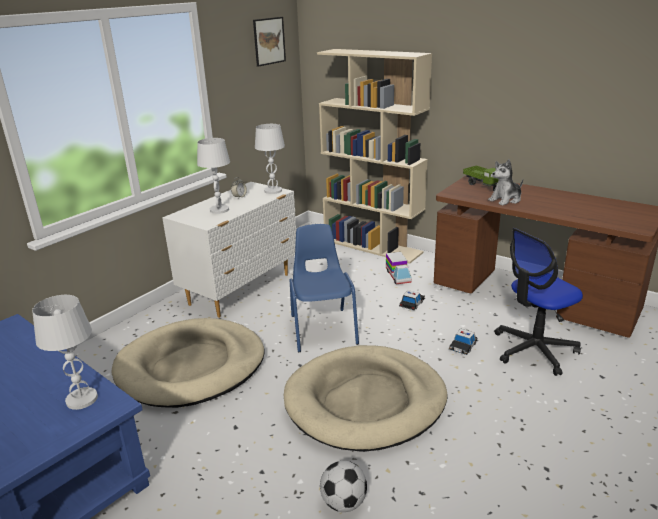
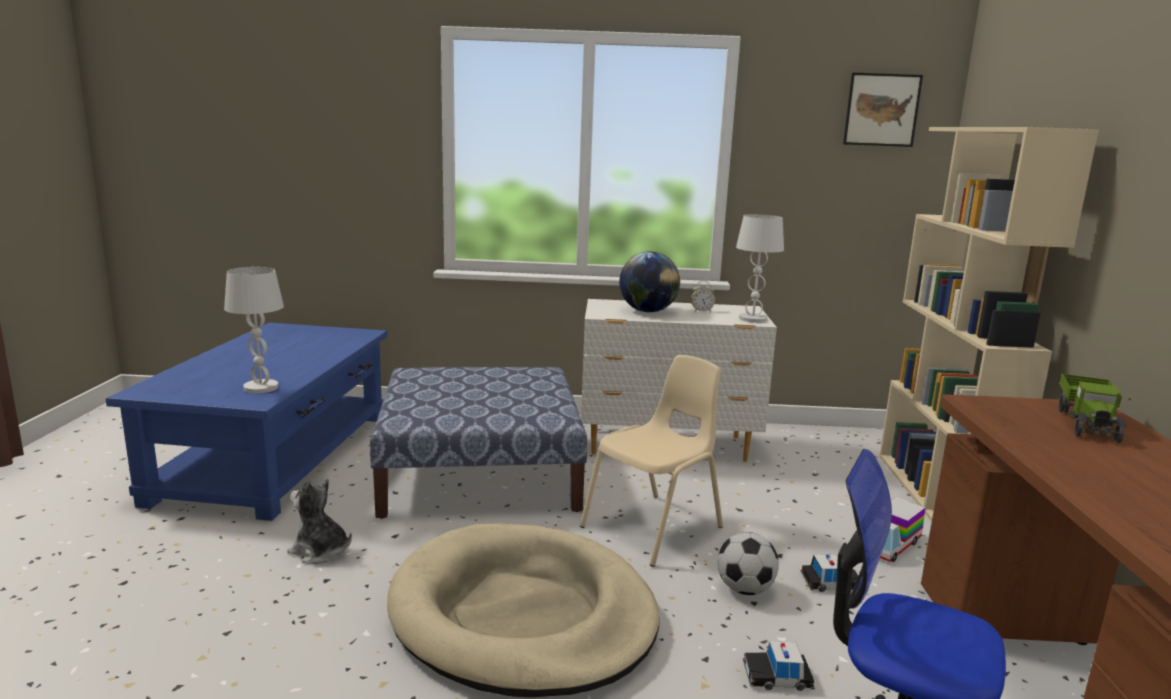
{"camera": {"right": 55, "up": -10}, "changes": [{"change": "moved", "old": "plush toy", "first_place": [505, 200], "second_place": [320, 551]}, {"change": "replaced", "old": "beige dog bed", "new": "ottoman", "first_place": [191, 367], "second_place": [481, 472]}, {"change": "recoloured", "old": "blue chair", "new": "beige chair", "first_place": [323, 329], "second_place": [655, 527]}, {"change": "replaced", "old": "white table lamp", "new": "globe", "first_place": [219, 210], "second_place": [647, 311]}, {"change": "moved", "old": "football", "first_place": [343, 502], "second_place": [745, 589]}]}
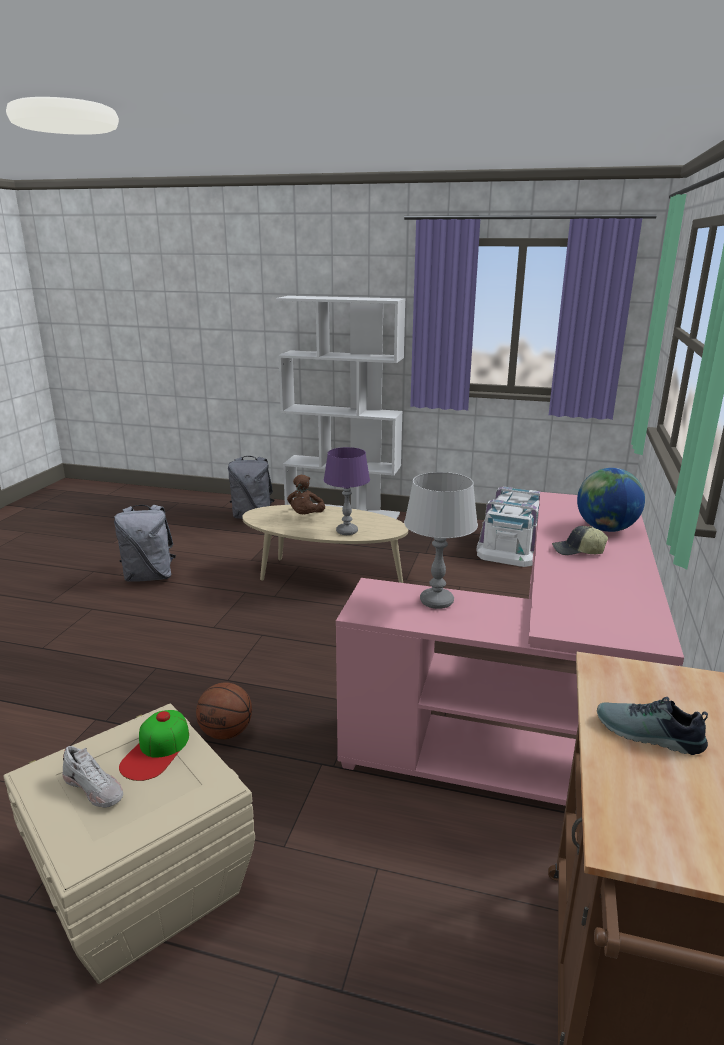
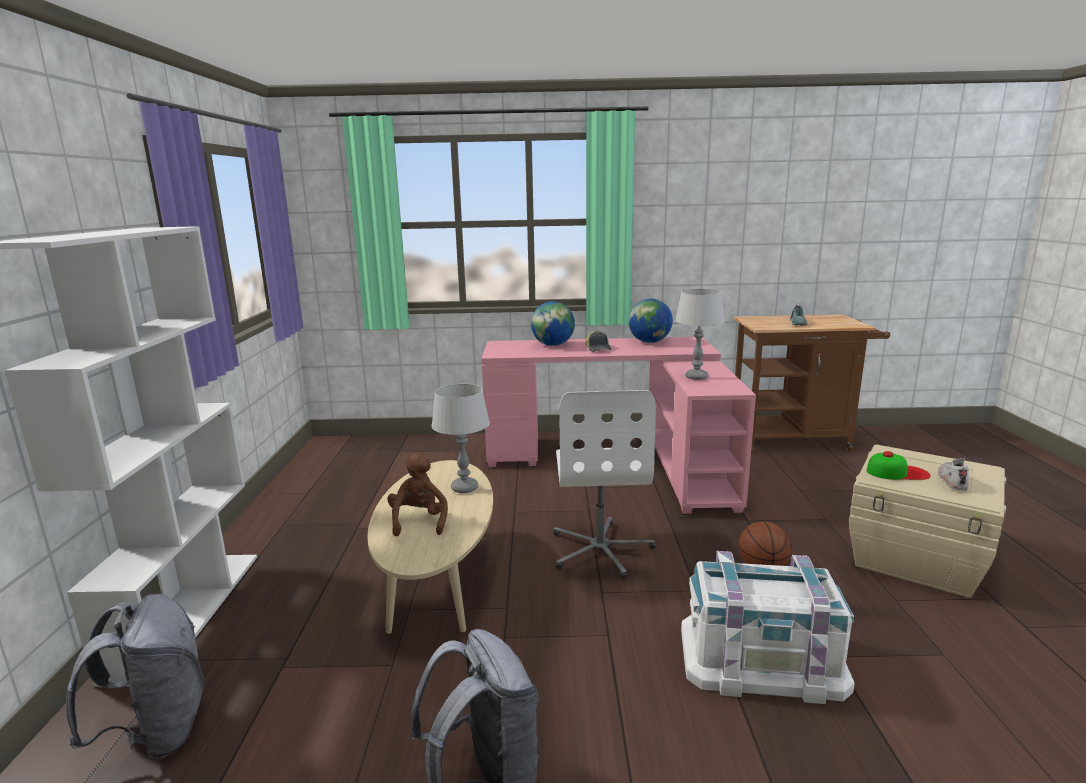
{"camera": {"right": -105, "up": -5}, "changes": [{"change": "turned", "old": "brown plush toy", "first_place": [306, 516], "second_place": [419, 521], "degrees": -90}, {"change": "recoloured", "old": "purple table lamp", "new": "grey table lamp", "first_place": [347, 531], "second_place": [464, 488]}, {"change": "added", "new": "white office chair", "second_place": [600, 549]}, {"change": "added", "new": "globe", "second_place": [649, 342]}, {"change": "moved", "old": "white storage box", "first_place": [512, 546], "second_place": [761, 658]}]}
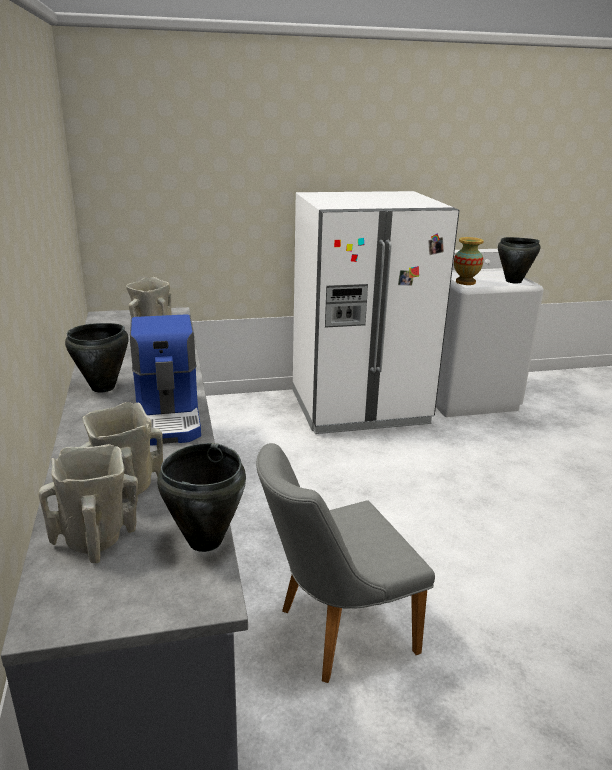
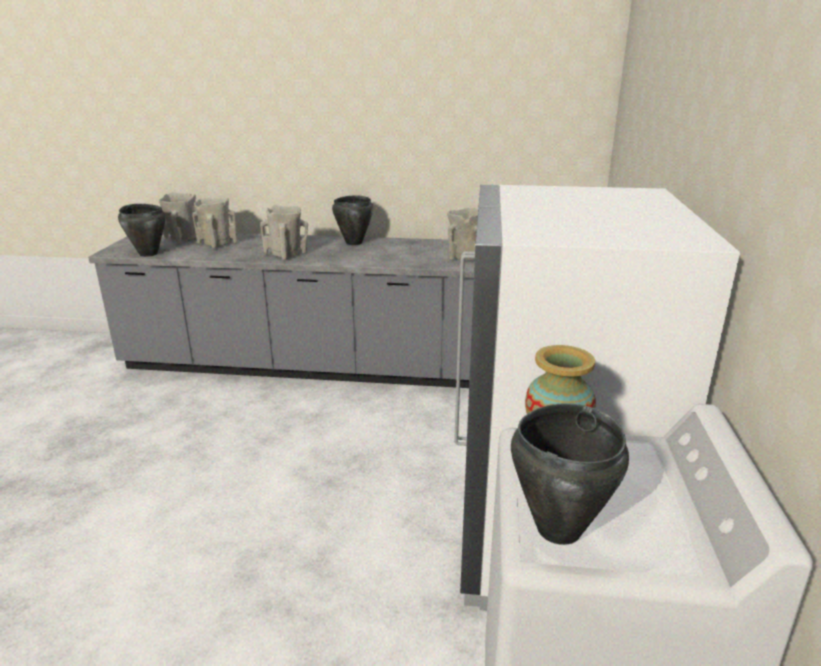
{"camera": {"right": 110, "up": 0}, "changes": [{"change": "replaced", "old": "coffee machine", "new": "beige vase", "first_place": [169, 417], "second_place": [287, 254]}, {"change": "removed", "old": "grey chair", "first_place": [334, 632]}]}
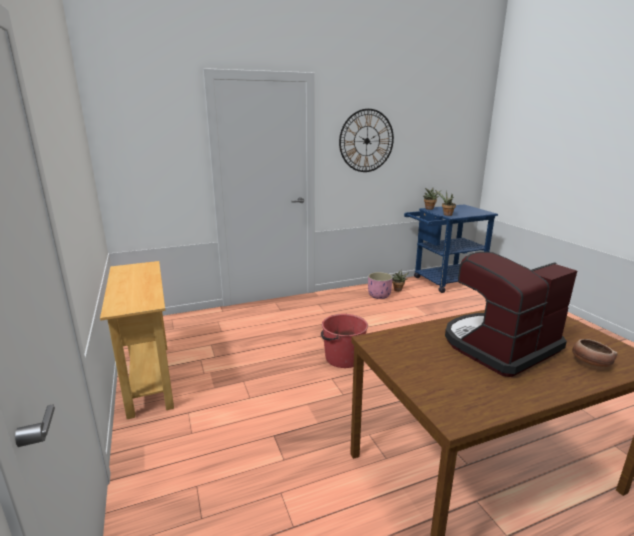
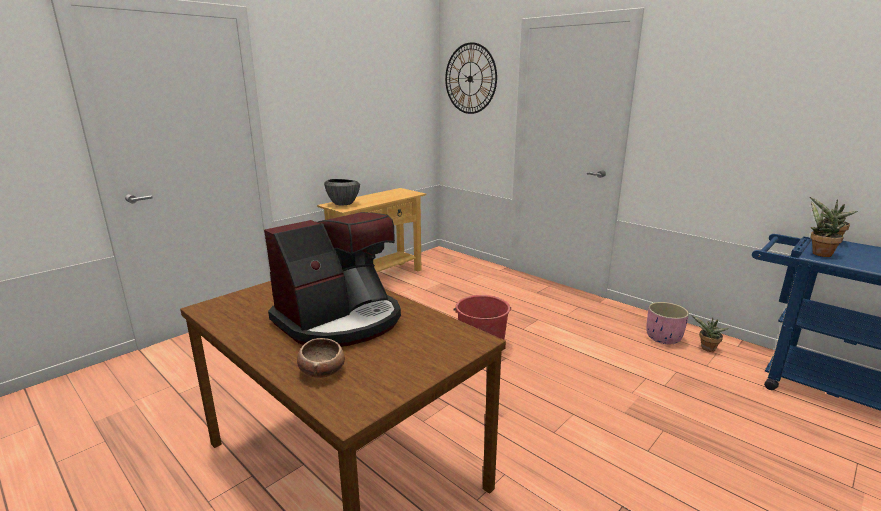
{"camera": {"right": 65, "up": 0}, "changes": [{"change": "turned", "old": "coffee machine", "first_place": [499, 346], "second_place": [340, 320], "degrees": 105}, {"change": "added", "new": "bowl", "second_place": [343, 204]}, {"change": "moved", "old": "wall clock", "first_place": [366, 141], "second_place": [470, 78]}]}
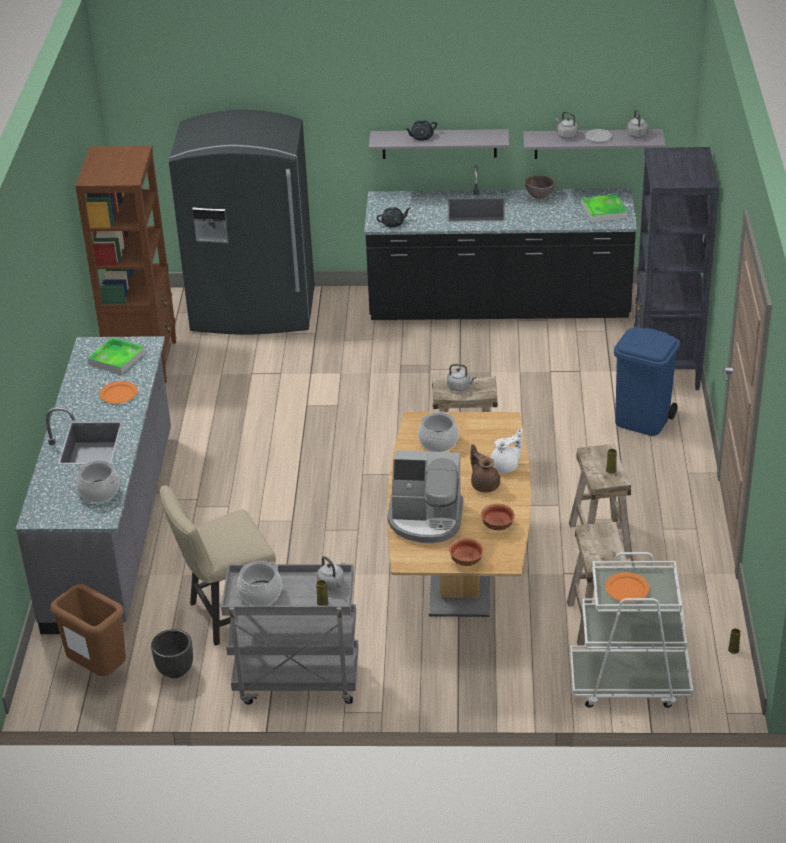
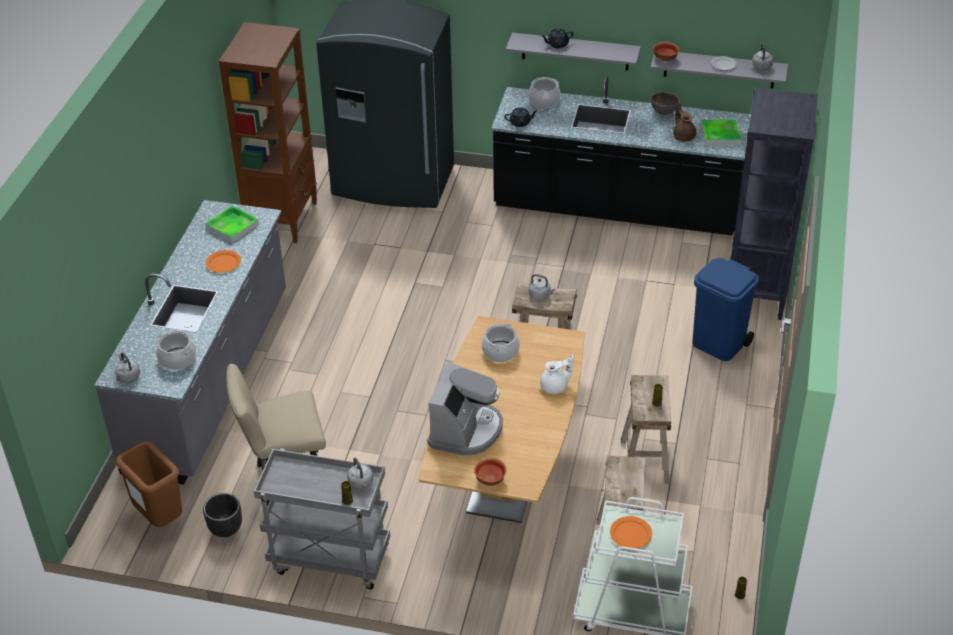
{"camera": {"right": 10, "up": 5}, "changes": [{"change": "moved", "old": "grey kettle", "first_place": [566, 135], "second_place": [128, 376]}, {"change": "turned", "old": "coffee machine", "first_place": [426, 520], "second_place": [466, 430], "degrees": -90}, {"change": "moved", "old": "cooking pot", "first_place": [260, 594], "second_place": [544, 101]}, {"change": "moved", "old": "bowl", "first_place": [498, 526], "second_place": [665, 59]}, {"change": "moved", "old": "brown teapot", "first_place": [484, 484], "second_place": [683, 136]}]}
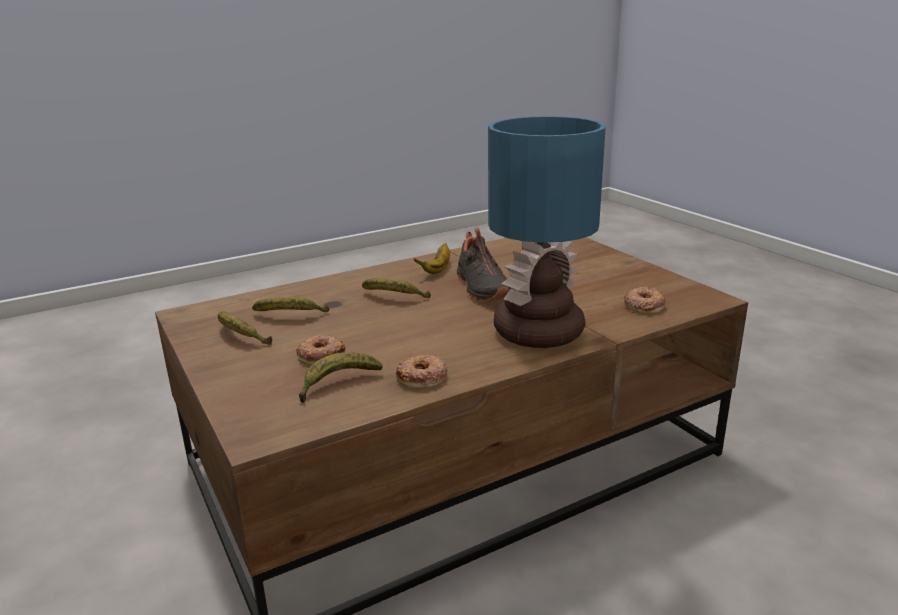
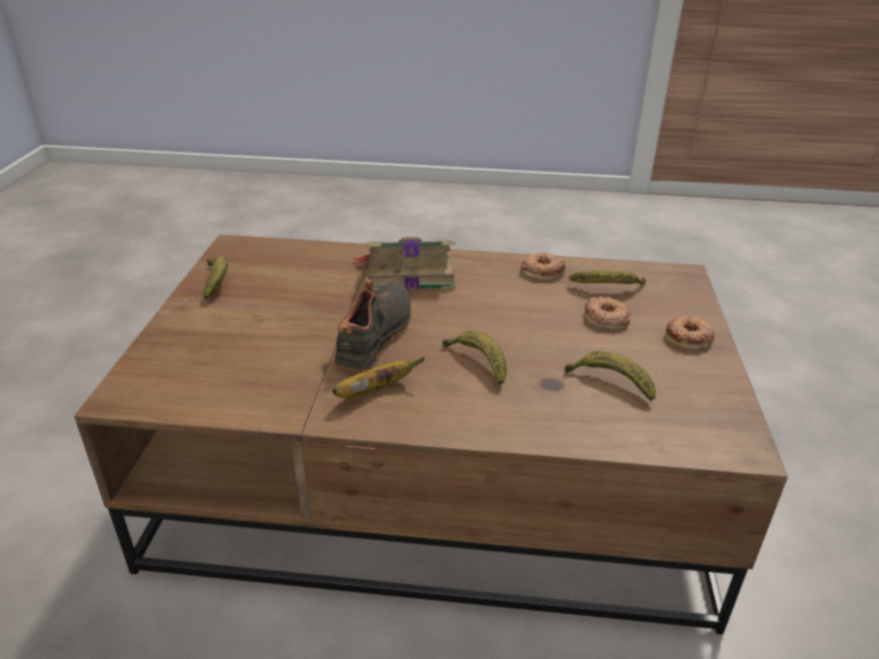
{"camera": {"right": -145, "up": 10}, "changes": [{"change": "moved", "old": "banana", "first_place": [240, 336], "second_place": [217, 282]}, {"change": "replaced", "old": "table lamp", "new": "book", "first_place": [539, 330], "second_place": [408, 272]}, {"change": "moved", "old": "donut", "first_place": [643, 305], "second_place": [689, 337]}]}
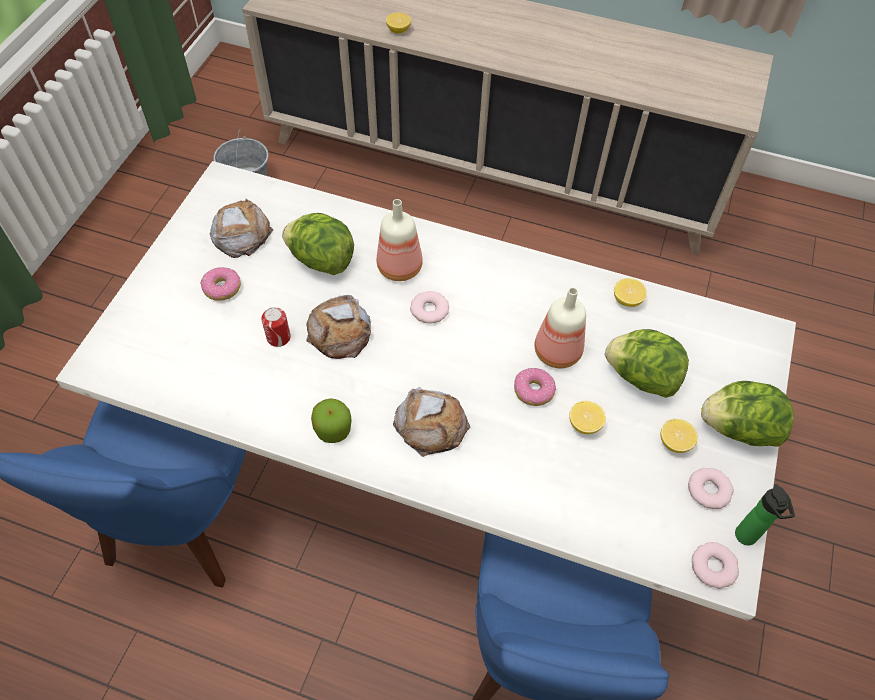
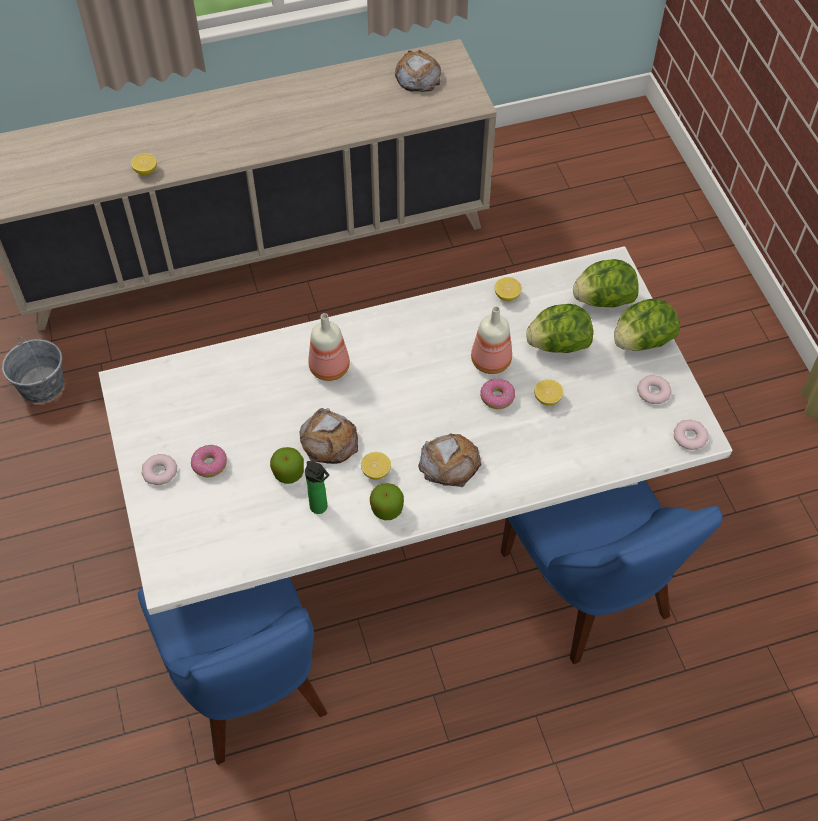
{"camera": {"right": -35, "up": 0}, "changes": [{"change": "moved", "old": "donut", "first_place": [429, 310], "second_place": [160, 472]}, {"change": "replaced", "old": "can", "new": "apple", "first_place": [278, 337], "second_place": [288, 472]}, {"change": "moved", "old": "bottle", "first_place": [747, 538], "second_place": [320, 508]}, {"change": "moved", "old": "lemon", "first_place": [674, 442], "second_place": [376, 472]}, {"change": "moved", "old": "bread", "first_place": [241, 233], "second_place": [417, 76]}, {"change": "moved", "old": "lettuce", "first_place": [321, 260], "second_place": [603, 300]}]}
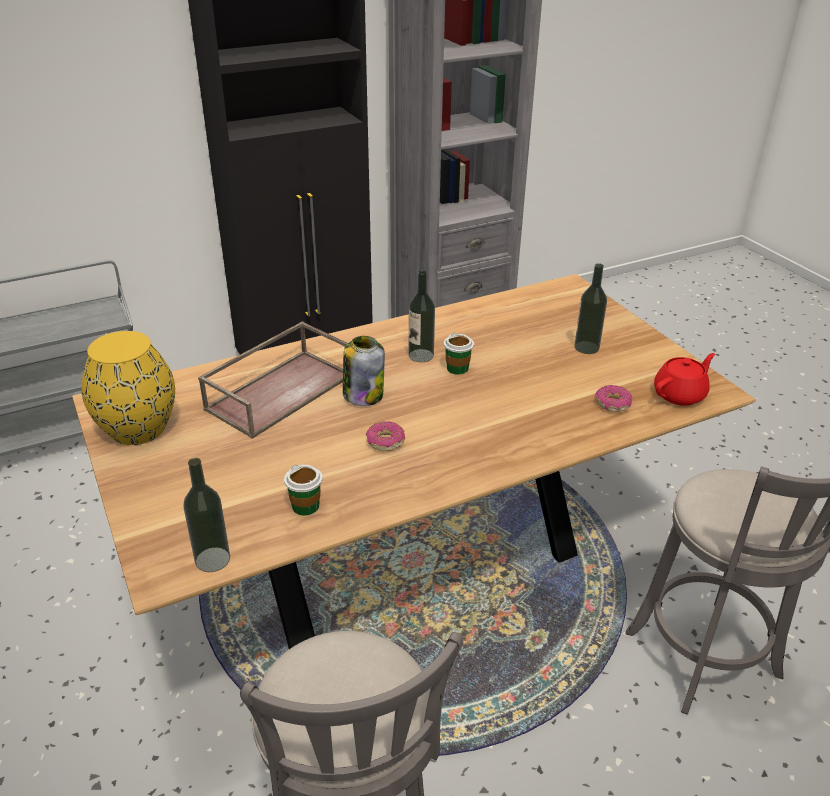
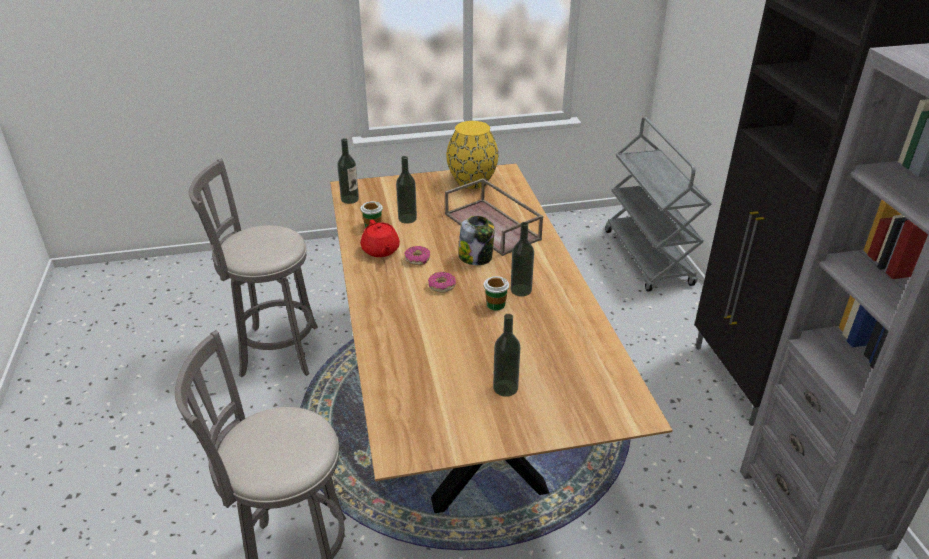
{"camera": {"right": 105, "up": 0}, "changes": [{"change": "moved", "old": "red teapot", "first_place": [680, 394], "second_place": [380, 250]}, {"change": "added", "new": "bottle", "second_place": [407, 218]}, {"change": "moved", "old": "donut", "first_place": [612, 404], "second_place": [441, 286]}]}
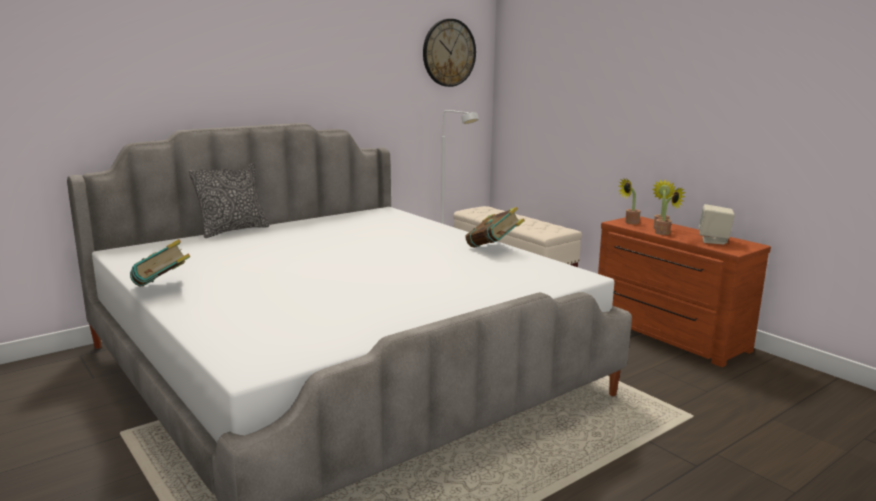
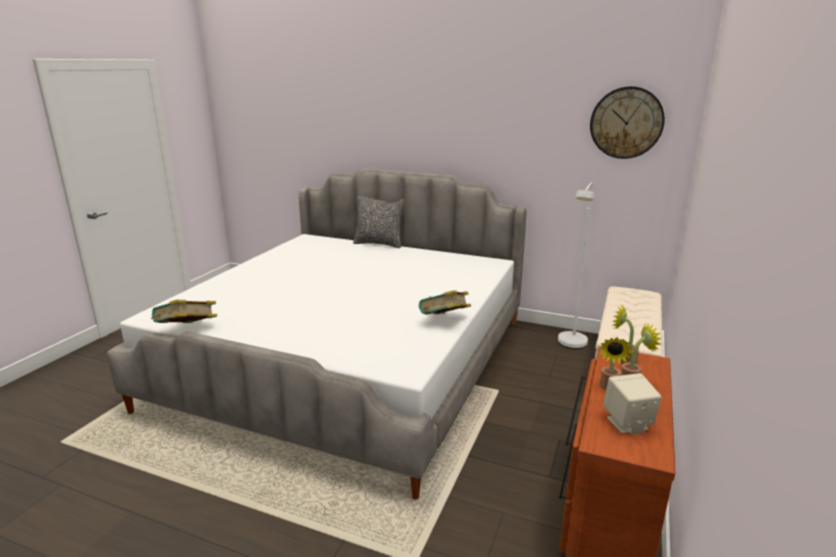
{"camera": {"right": 60, "up": 5}, "changes": [{"change": "moved", "old": "book", "first_place": [162, 288], "second_place": [187, 330]}]}
